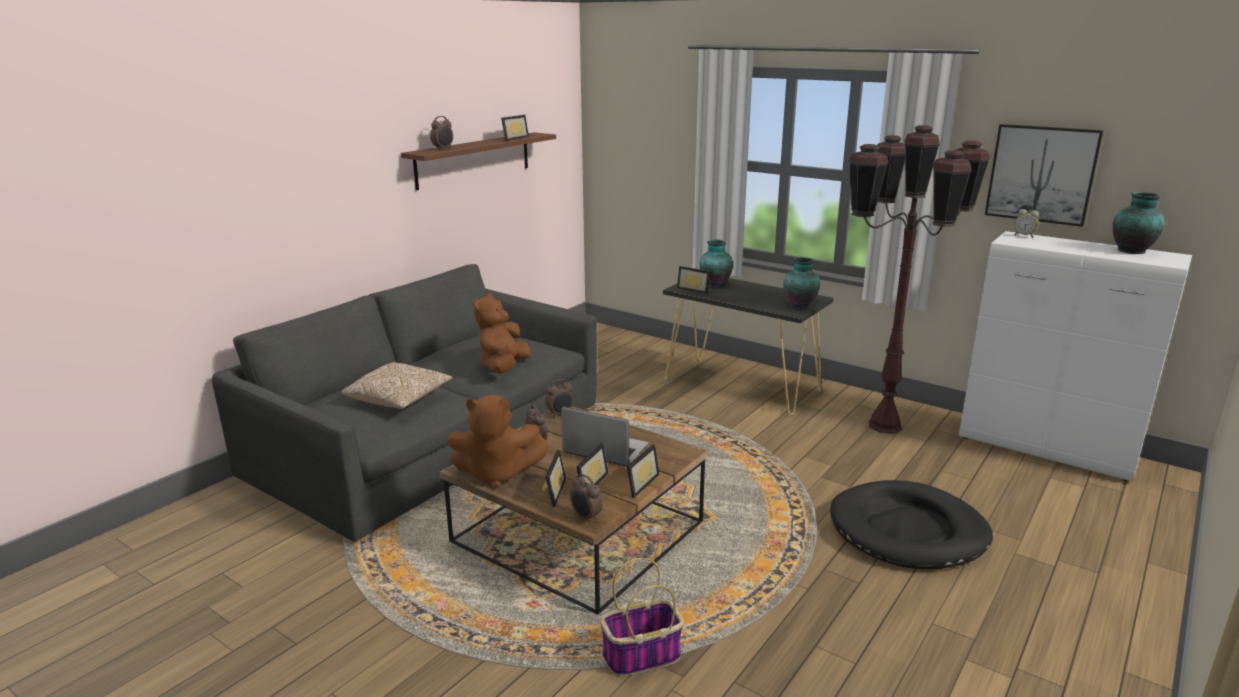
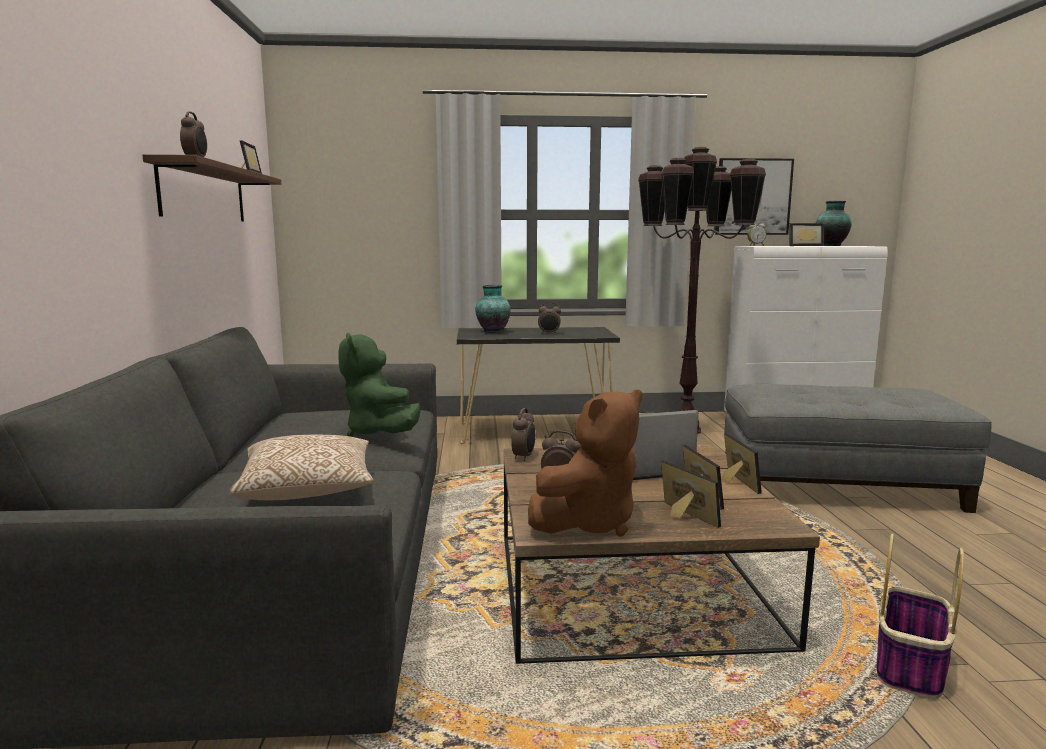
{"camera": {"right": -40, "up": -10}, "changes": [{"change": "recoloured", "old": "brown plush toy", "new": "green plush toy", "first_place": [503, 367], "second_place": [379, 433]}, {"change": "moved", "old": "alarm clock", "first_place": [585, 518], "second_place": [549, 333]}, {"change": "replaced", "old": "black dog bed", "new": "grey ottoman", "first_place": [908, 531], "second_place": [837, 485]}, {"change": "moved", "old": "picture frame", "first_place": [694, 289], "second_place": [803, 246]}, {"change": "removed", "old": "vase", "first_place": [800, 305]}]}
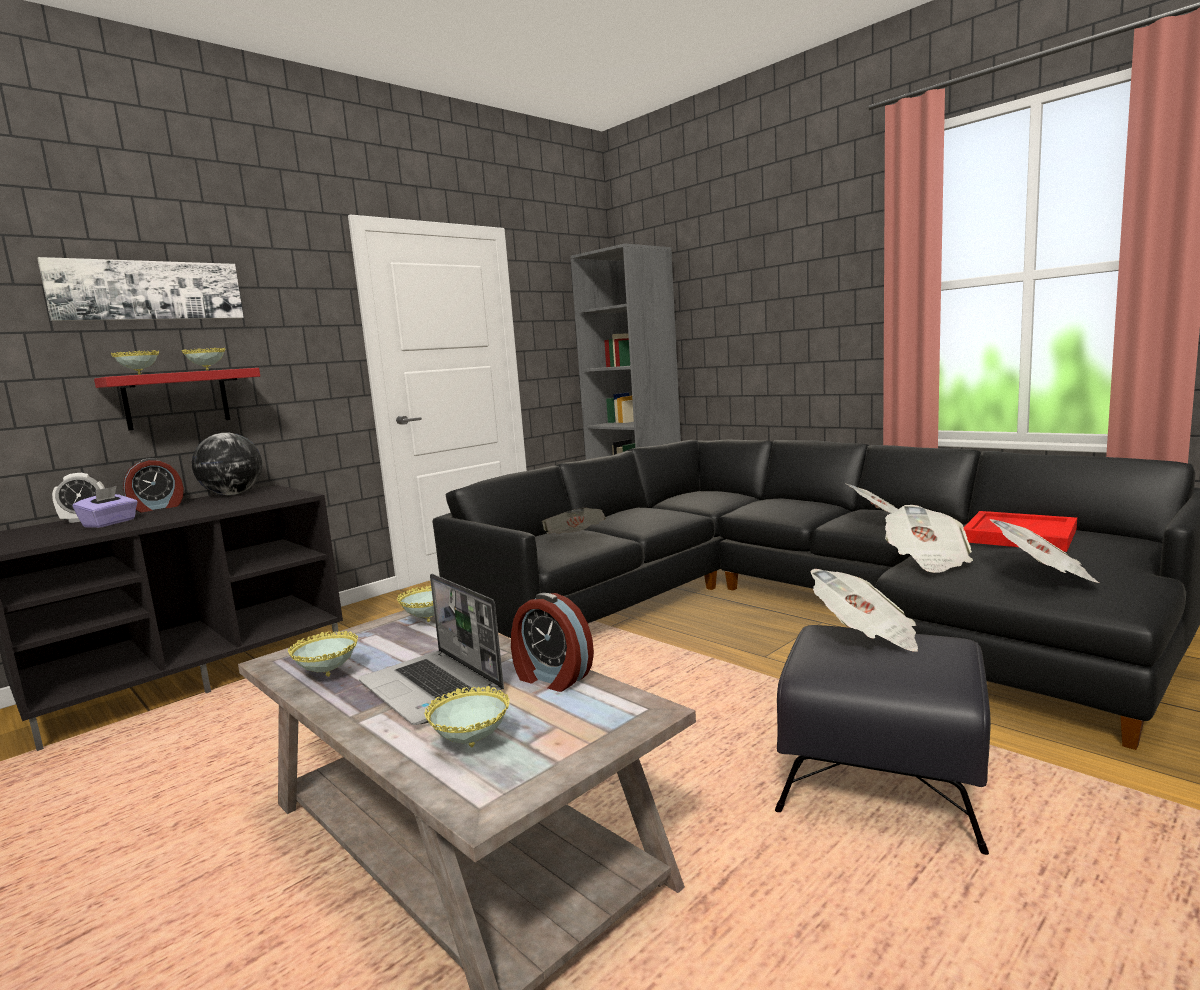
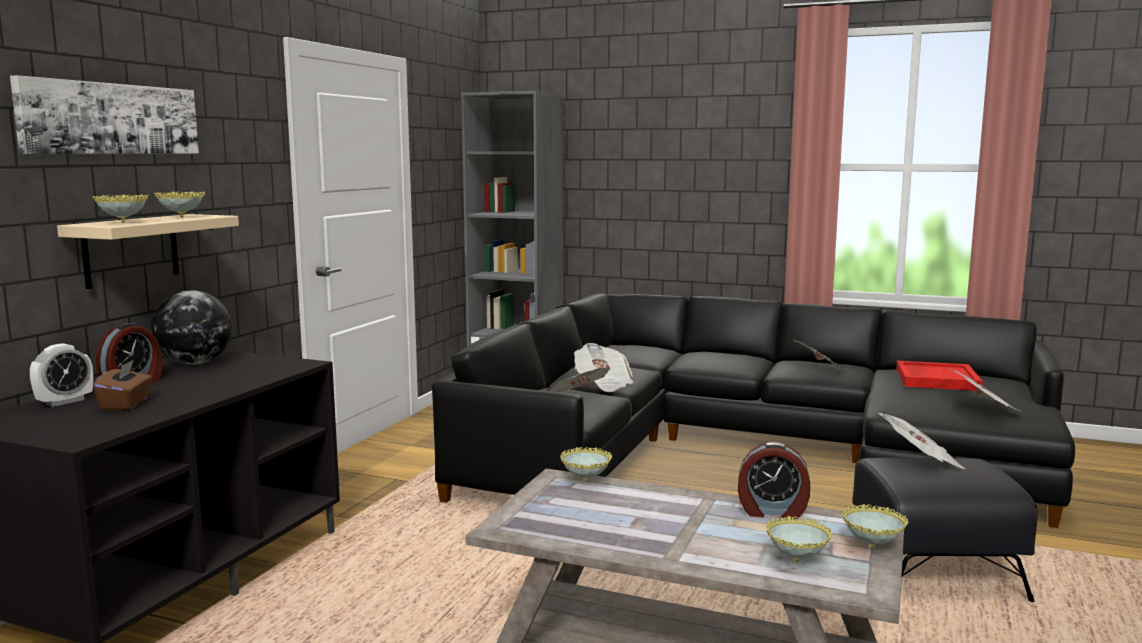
{"camera": {"right": -25, "up": 0}, "changes": [{"change": "recoloured", "old": "red shelf", "new": "beige shelf", "first_place": [176, 399], "second_place": [131, 250]}, {"change": "recoloured", "old": "purple tissue box", "new": "brown tissue box", "first_place": [110, 523], "second_place": [126, 404]}, {"change": "moved", "old": "newspaper", "first_place": [927, 560], "second_place": [603, 384]}, {"change": "moved", "old": "bowl", "first_place": [328, 676], "second_place": [872, 548]}, {"change": "removed", "old": "laptop", "first_place": [433, 689]}]}
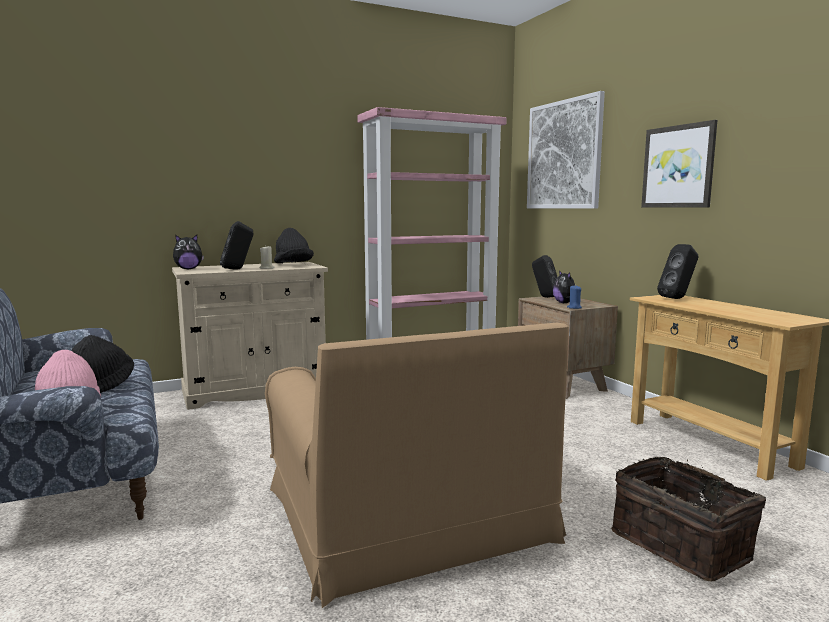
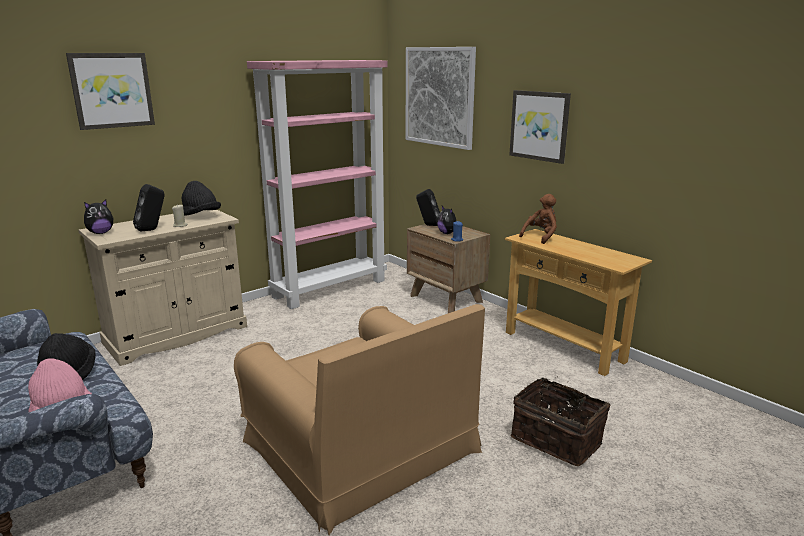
{"camera": {"right": -15, "up": 10}, "changes": [{"change": "added", "new": "picture", "second_place": [112, 90]}, {"change": "replaced", "old": "black speaker", "new": "brown plush toy", "first_place": [678, 298], "second_place": [540, 237]}]}
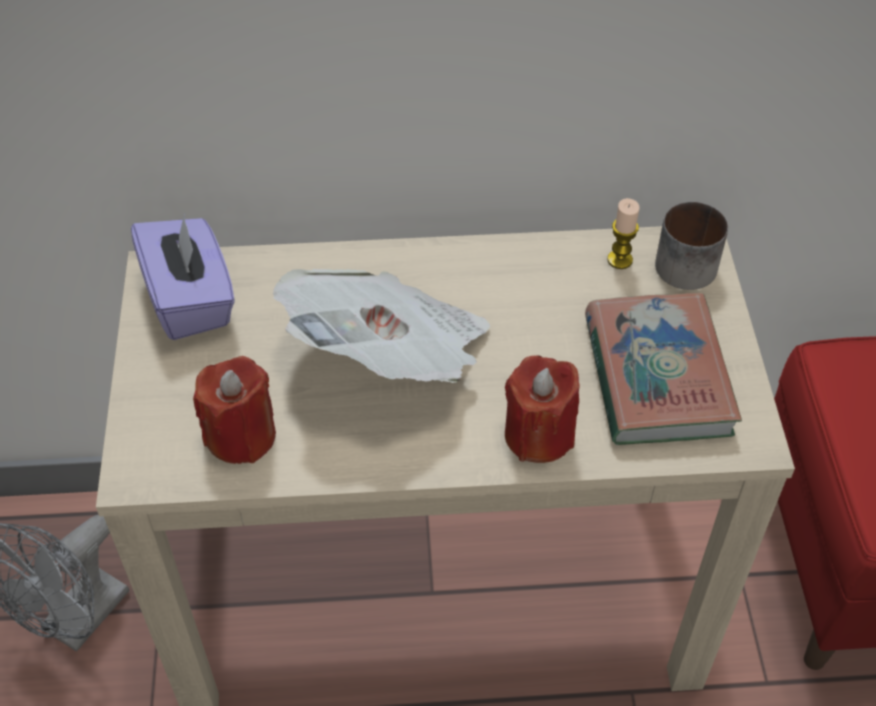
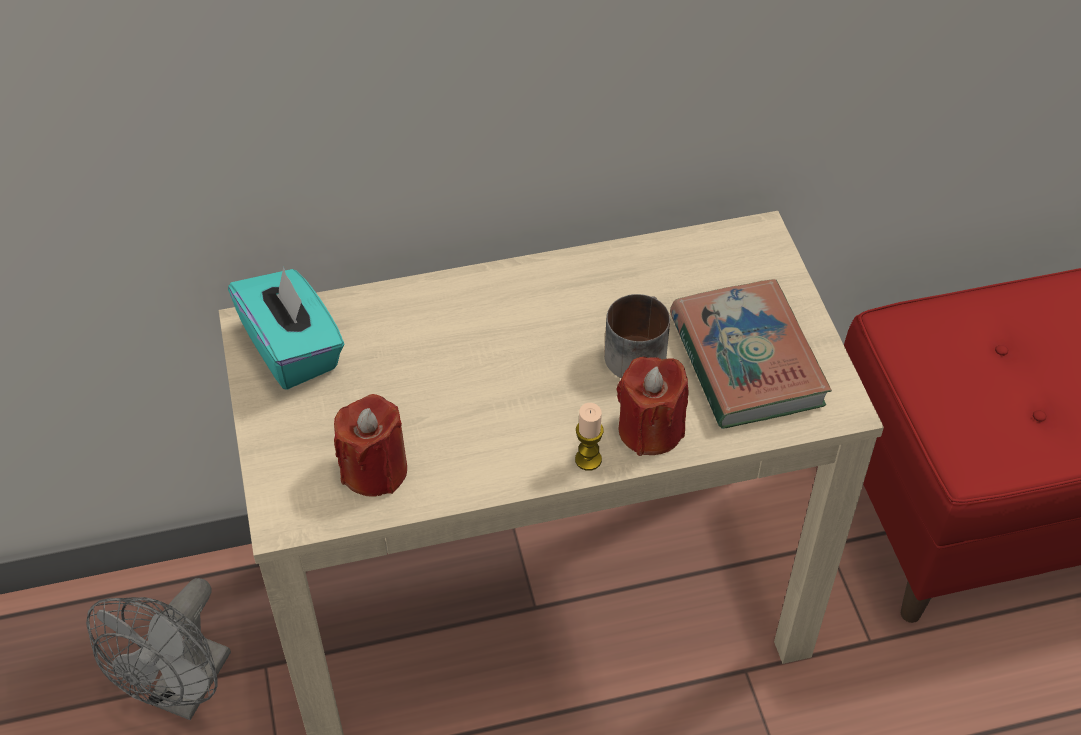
{"camera": {"right": -10, "up": 0}, "changes": [{"change": "recoloured", "old": "purple tissue box", "new": "turquoise tissue box", "first_place": [191, 300], "second_place": [293, 349]}, {"change": "moved", "old": "candle", "first_place": [620, 260], "second_place": [588, 459]}, {"change": "moved", "old": "mug", "first_place": [687, 260], "second_place": [635, 350]}, {"change": "removed", "old": "newspaper", "first_place": [391, 357]}]}
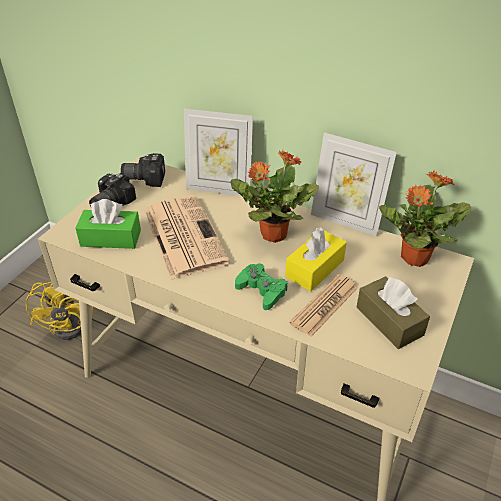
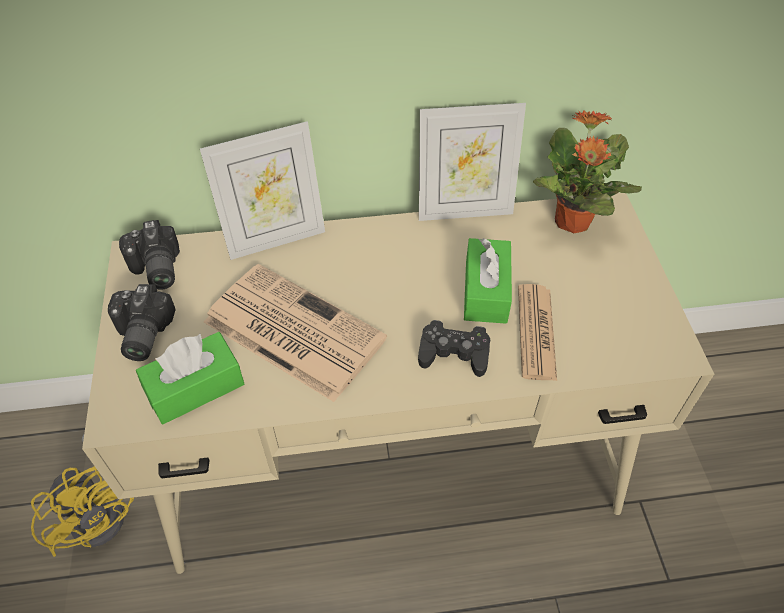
{"camera": {"right": -35, "up": 10}, "changes": [{"change": "turned", "old": "photo camera", "first_place": [145, 177], "second_place": [155, 270], "degrees": -75}, {"change": "recoloured", "old": "green game controller", "new": "black game controller", "first_place": [261, 290], "second_place": [454, 353]}, {"change": "recoloured", "old": "yellow tissue box", "new": "green tissue box", "first_place": [315, 268], "second_place": [485, 291]}, {"change": "removed", "old": "potted plant", "first_place": [272, 234]}, {"change": "removed", "old": "brown tissue box", "first_place": [389, 321]}]}
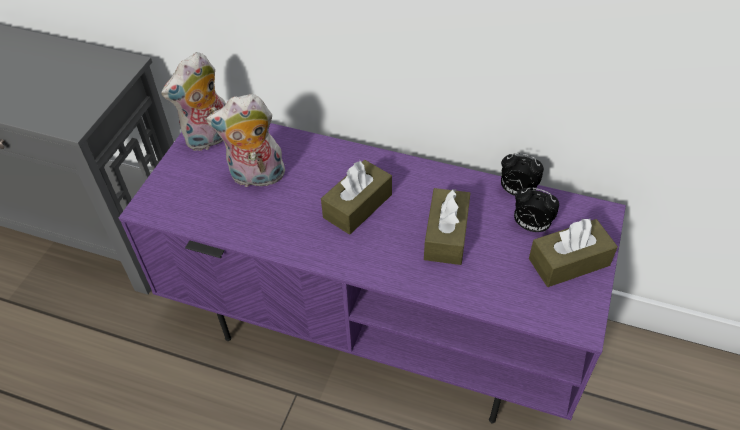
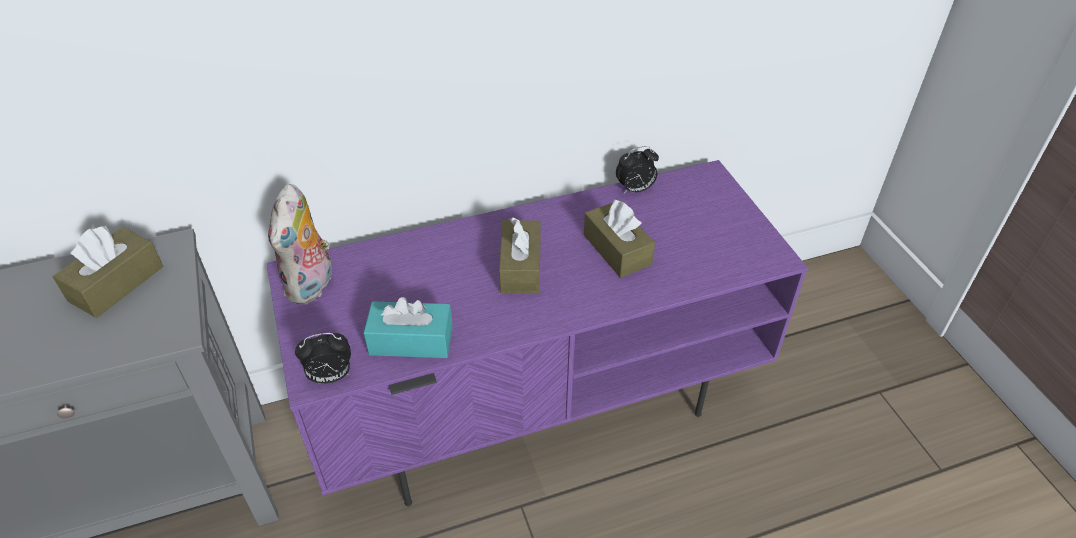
{"camera": {"right": -40, "up": -5}, "changes": [{"change": "moved", "old": "brown tissue box", "first_place": [569, 262], "second_place": [116, 284]}, {"change": "moved", "old": "alarm clock", "first_place": [530, 226], "second_place": [330, 377]}, {"change": "added", "new": "turquoise tissue box", "second_place": [411, 340]}, {"change": "removed", "old": "plush toy", "first_place": [256, 178]}]}
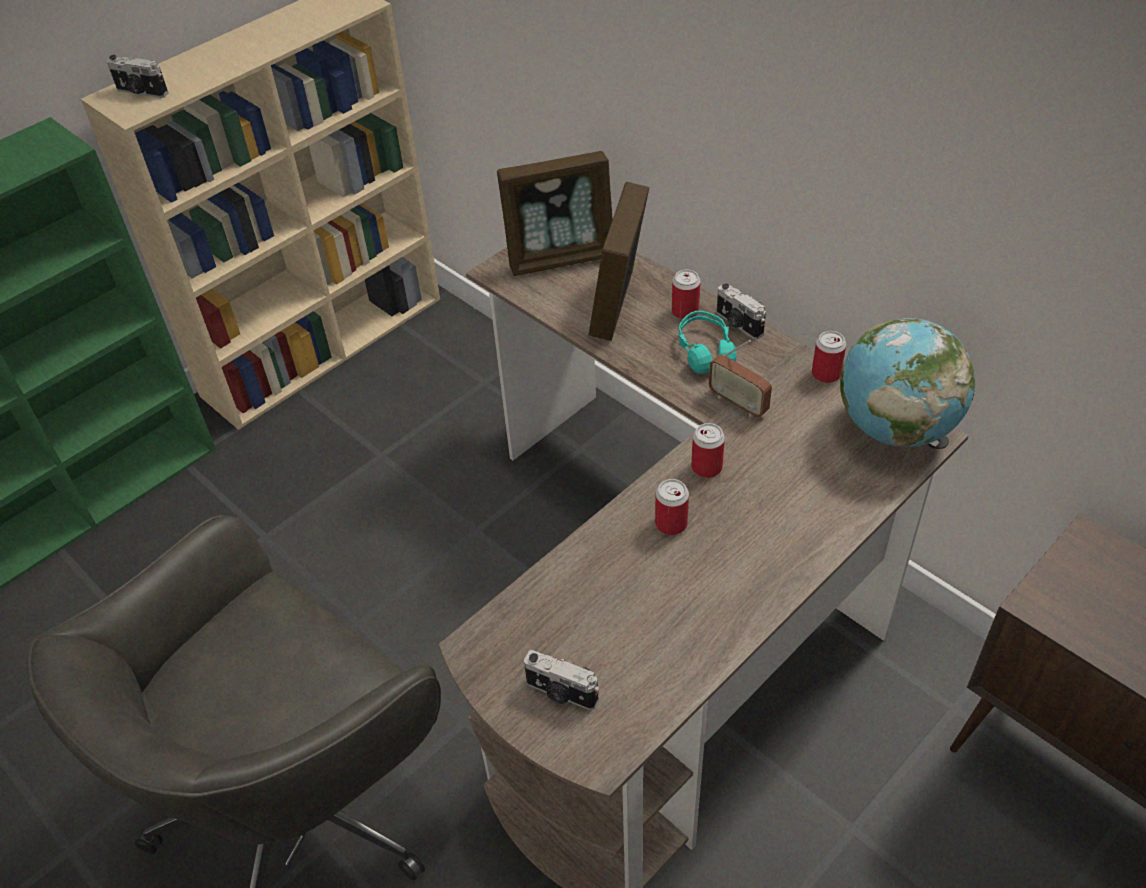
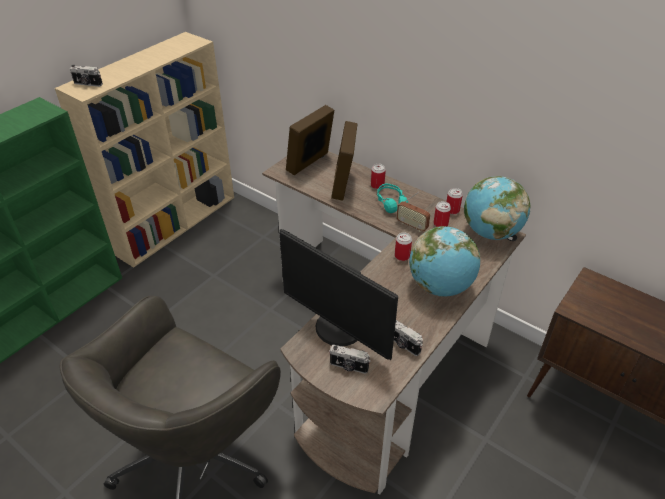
{"camera": {"right": -10, "up": -5}, "changes": [{"change": "added", "new": "monitor", "second_place": [338, 329]}, {"change": "turned", "old": "picture frame", "first_place": [561, 258], "second_place": [310, 163], "degrees": 150}, {"change": "moved", "old": "photo camera", "first_place": [738, 324], "second_place": [403, 345]}, {"change": "added", "new": "globe", "second_place": [440, 286]}, {"change": "moved", "old": "can", "first_place": [671, 523], "second_place": [440, 224]}]}
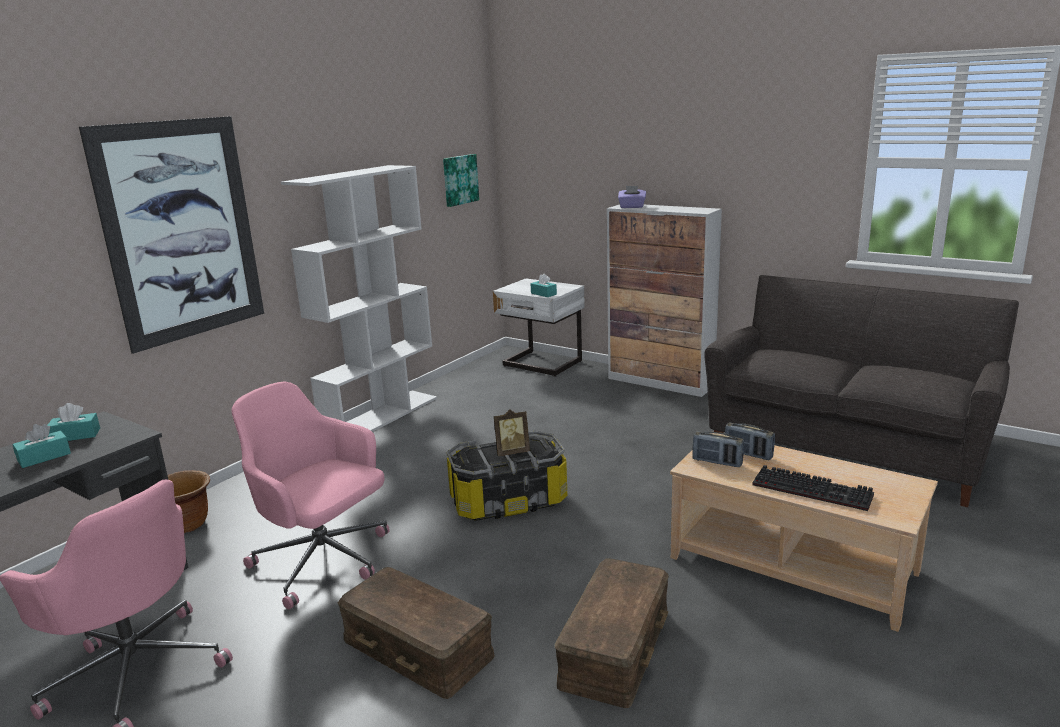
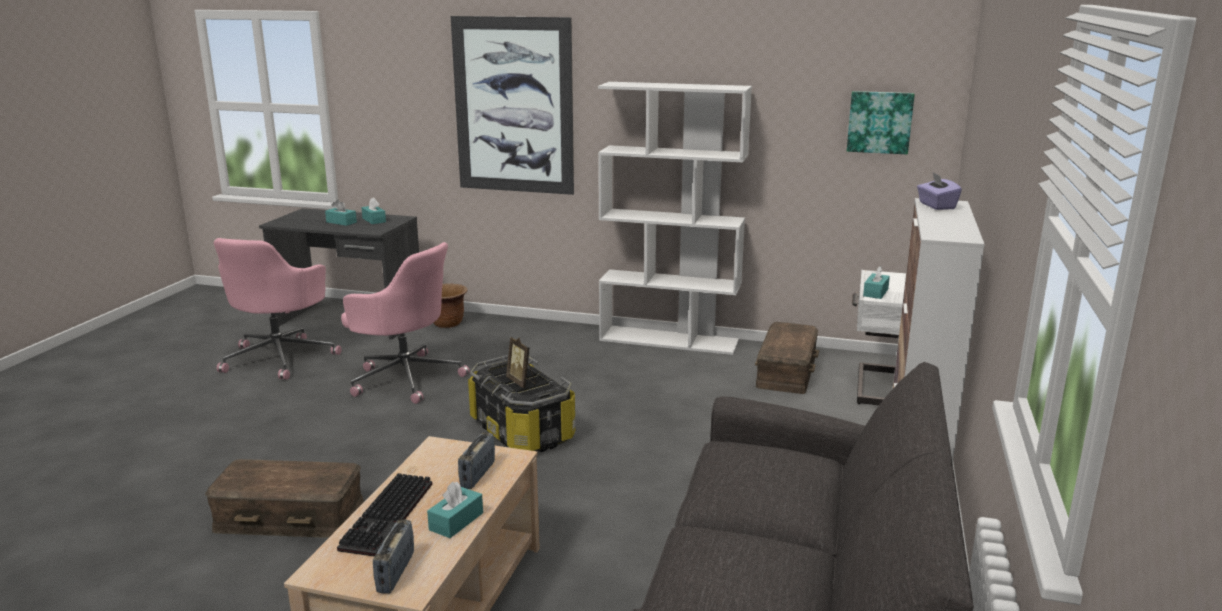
{"camera": {"right": 70, "up": 0}, "changes": [{"change": "turned", "old": "pink office chair", "first_place": [324, 561], "second_place": [405, 378], "degrees": 105}, {"change": "moved", "old": "radio", "first_place": [717, 462], "second_place": [395, 573]}, {"change": "added", "new": "turquoise tissue box", "second_place": [456, 521]}, {"change": "moved", "old": "brown storage box", "first_place": [416, 648], "second_place": [785, 371]}]}
